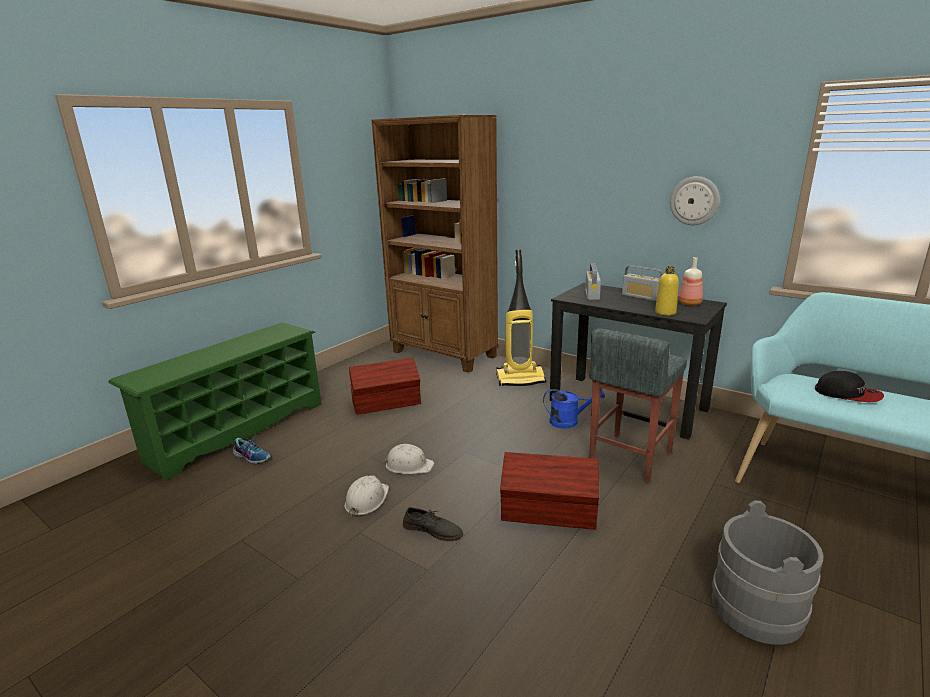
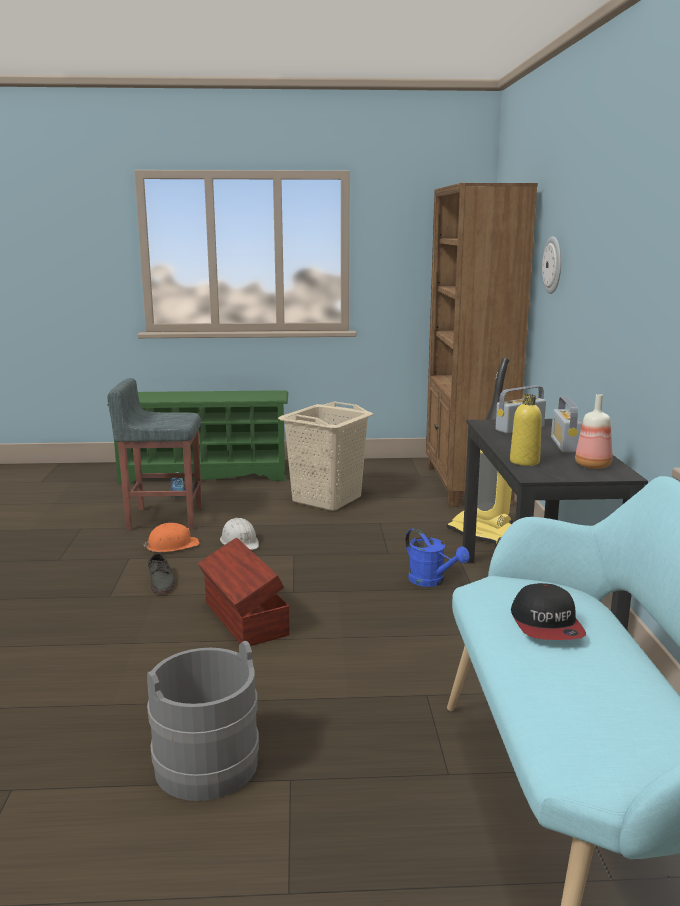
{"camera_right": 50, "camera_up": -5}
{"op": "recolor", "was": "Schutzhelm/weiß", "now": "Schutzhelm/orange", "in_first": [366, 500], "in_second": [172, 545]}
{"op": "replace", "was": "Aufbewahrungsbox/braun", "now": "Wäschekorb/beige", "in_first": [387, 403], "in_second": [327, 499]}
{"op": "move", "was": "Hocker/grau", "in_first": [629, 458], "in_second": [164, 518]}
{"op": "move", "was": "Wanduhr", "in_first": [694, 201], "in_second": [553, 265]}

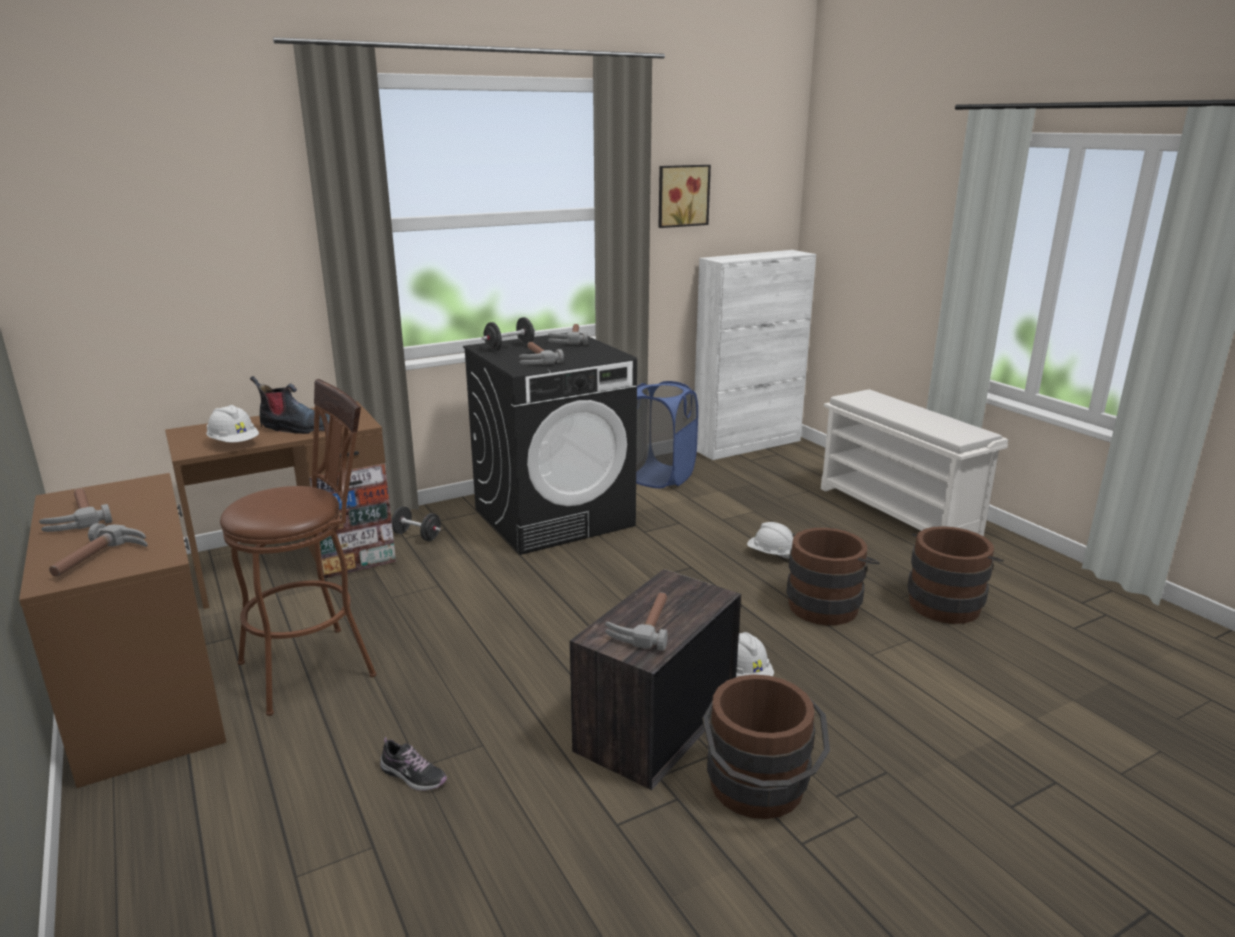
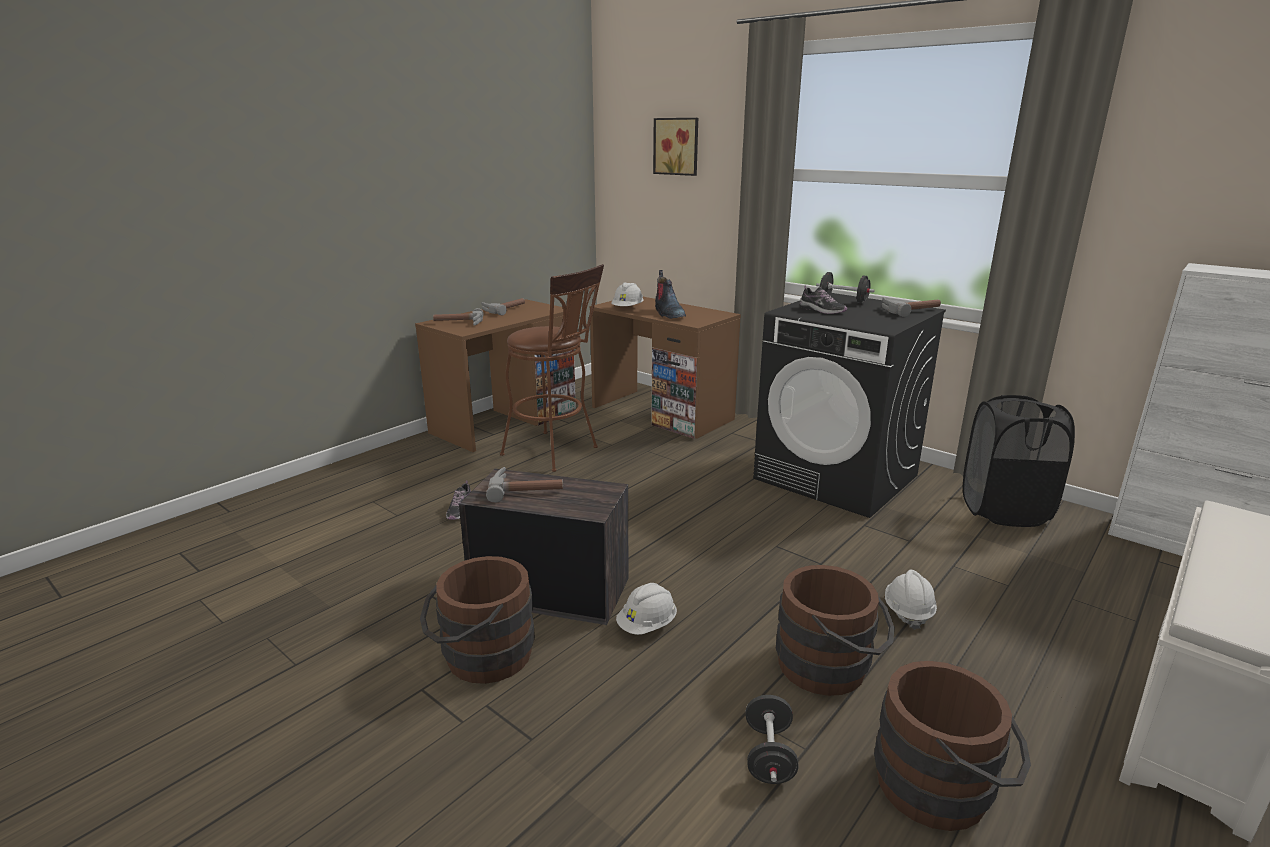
{"camera_right": 70, "camera_up": 0}
{"op": "move", "was": "Hantel/schwarz", "in_first": [417, 536], "in_second": [769, 756]}
{"op": "replace", "was": "Hammer", "now": "Schuh", "in_first": [533, 359], "in_second": [822, 310]}
{"op": "recolor", "was": "Wäschekorb/blau", "now": "Wäschekorb/schwarz", "in_first": [660, 477], "in_second": [1004, 510]}
{"op": "move", "was": "Bild", "in_first": [682, 195], "in_second": [677, 146]}

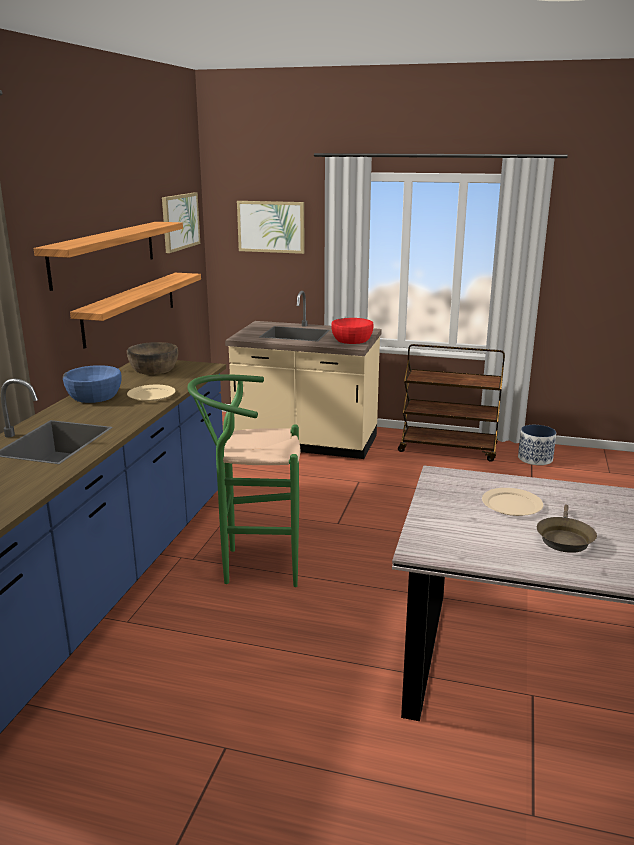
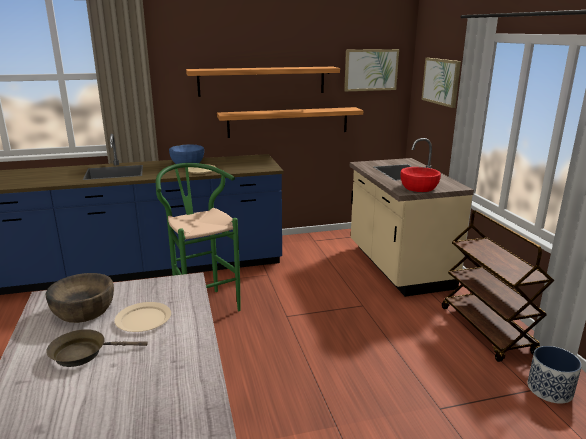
{"camera_right": 60, "camera_up": 0}
{"op": "move", "was": "Schüssel/braun", "in_first": [154, 369], "in_second": [83, 310]}

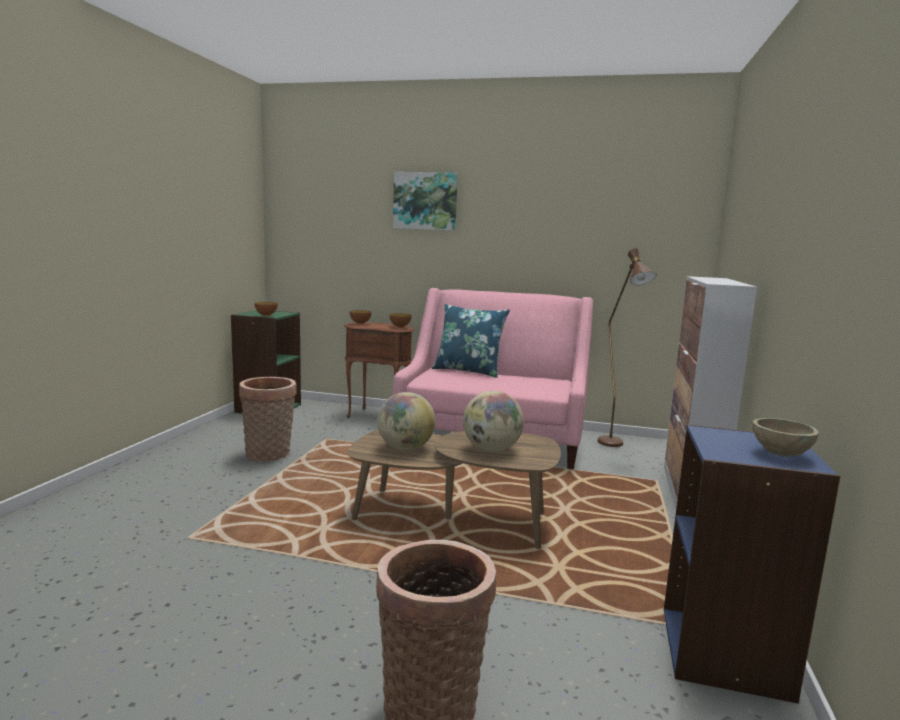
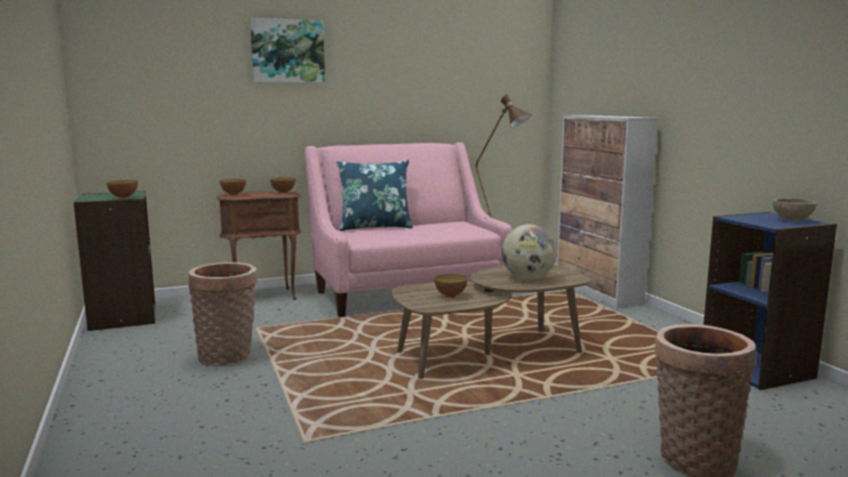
{"camera_right": -35, "camera_up": 0}
{"op": "replace", "was": "Globus", "now": "Schüssel", "in_first": [405, 448], "in_second": [450, 296]}

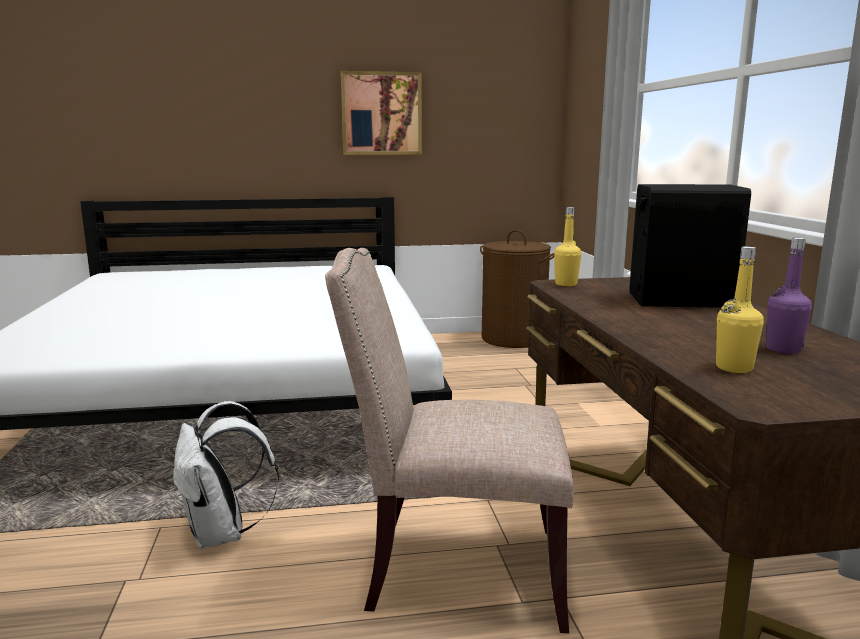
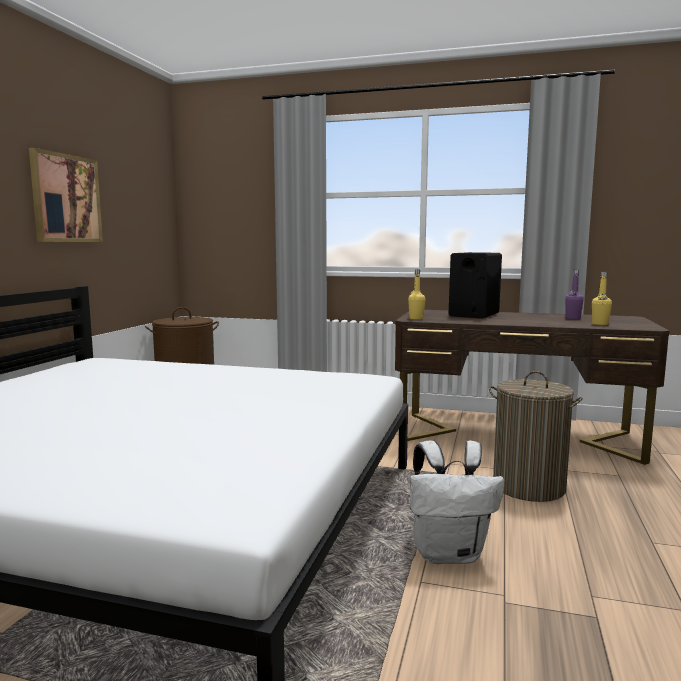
{"camera_right": -65, "camera_up": -5}
{"op": "replace", "was": "Stuhl/beige", "now": "Wäschekorb", "in_first": [455, 571], "in_second": [528, 486]}

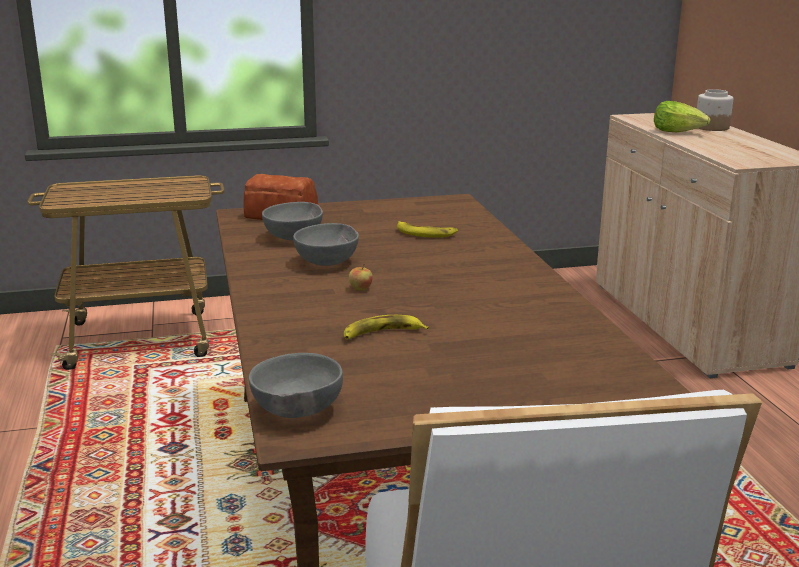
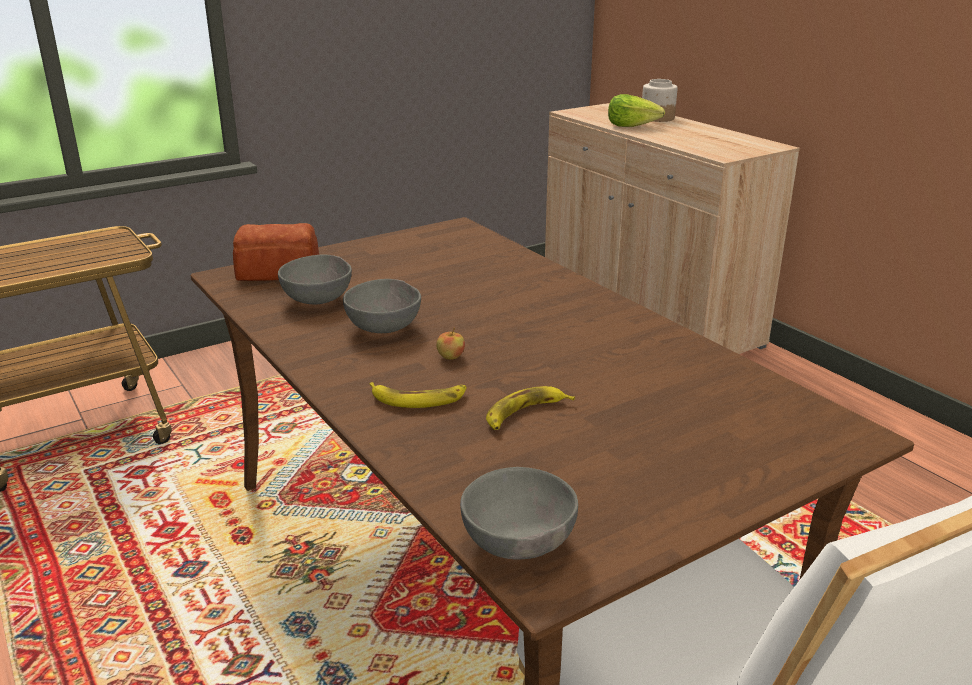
{"camera_right": -20, "camera_up": 5}
{"op": "move", "was": "Banane", "in_first": [425, 233], "in_second": [418, 399]}

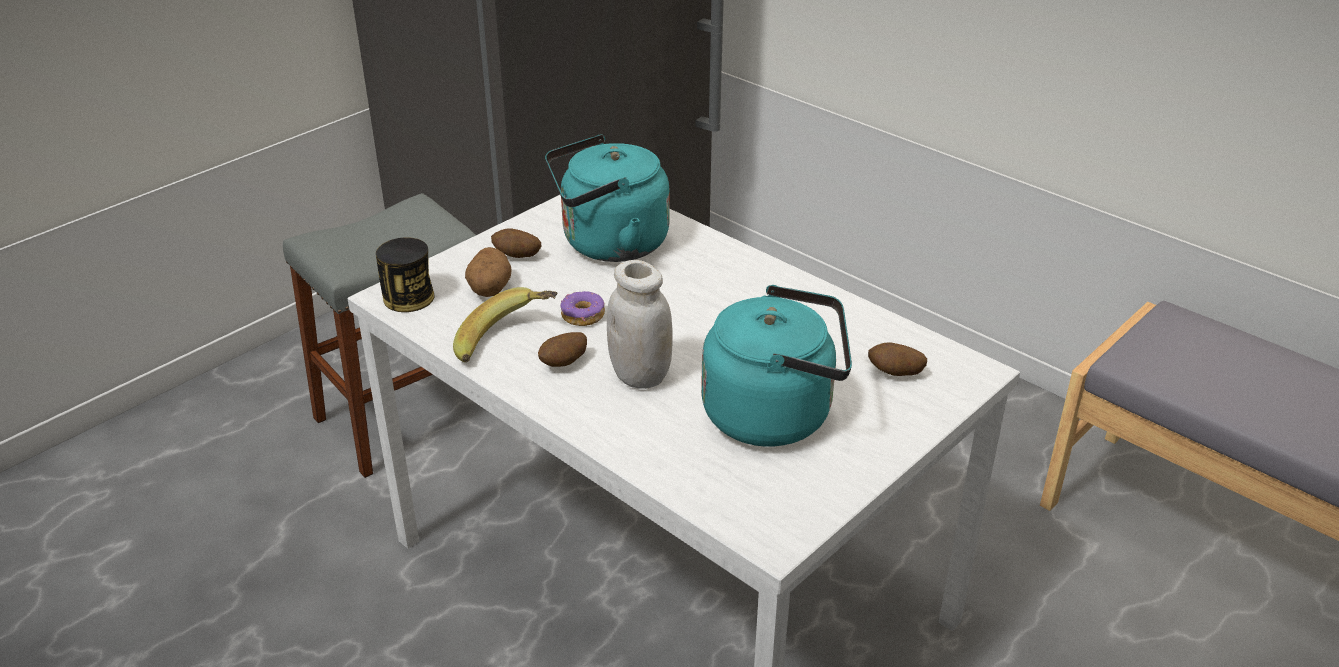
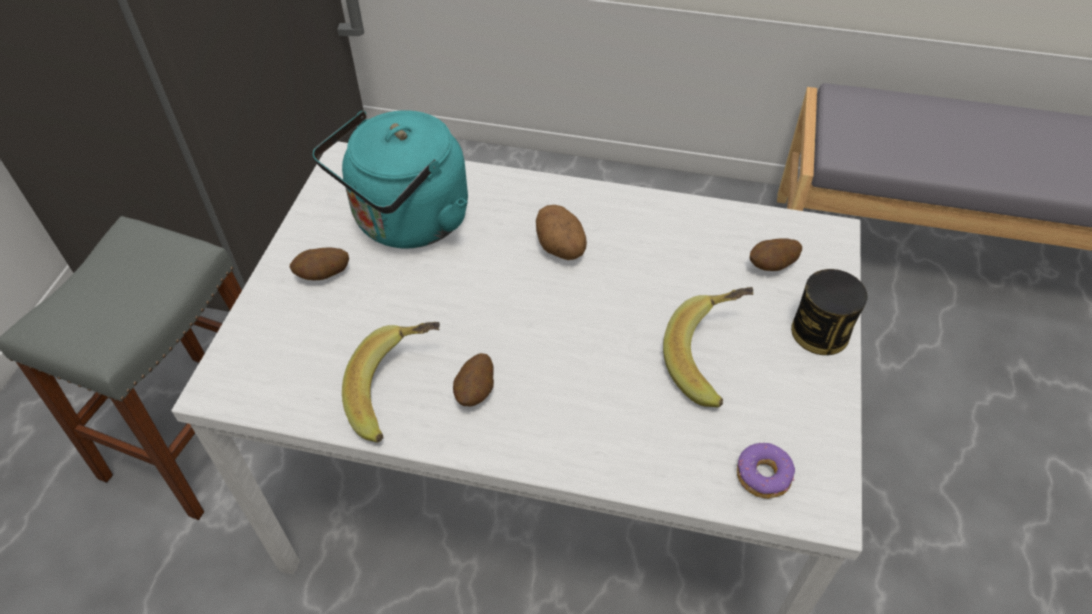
{"camera_right": -30, "camera_up": 15}
{"op": "move", "was": "Dose", "in_first": [408, 298], "in_second": [820, 332]}
{"op": "move", "was": "Kartoffel", "in_first": [489, 290], "in_second": [561, 248]}
{"op": "move", "was": "Donut", "in_first": [583, 316], "in_second": [763, 476]}
{"op": "delete", "was": "Vorratsglas/weiß", "in_first": [640, 375]}
{"op": "replace", "was": "Wasserkessel/türkis", "now": "Banane", "in_first": [775, 414], "in_second": [712, 359]}

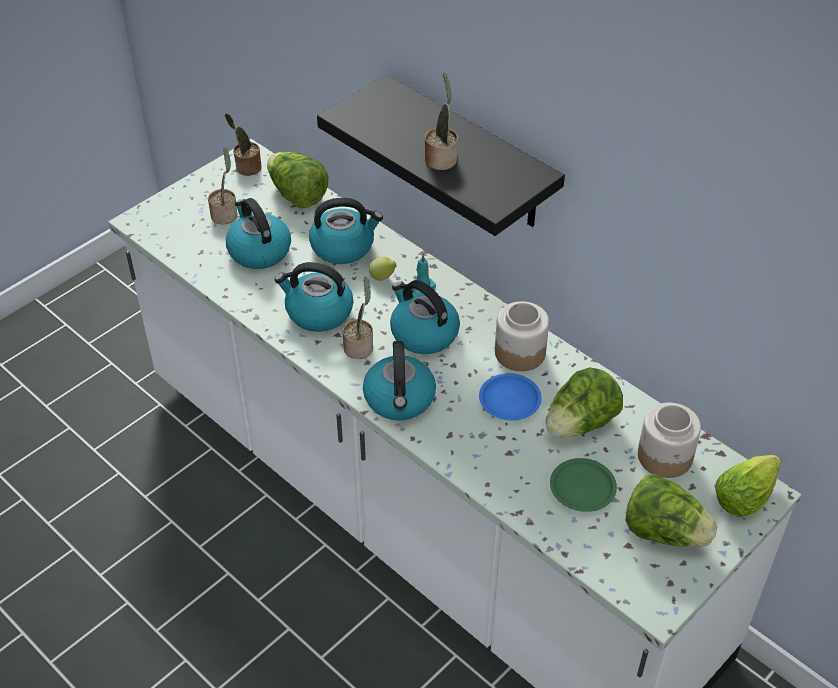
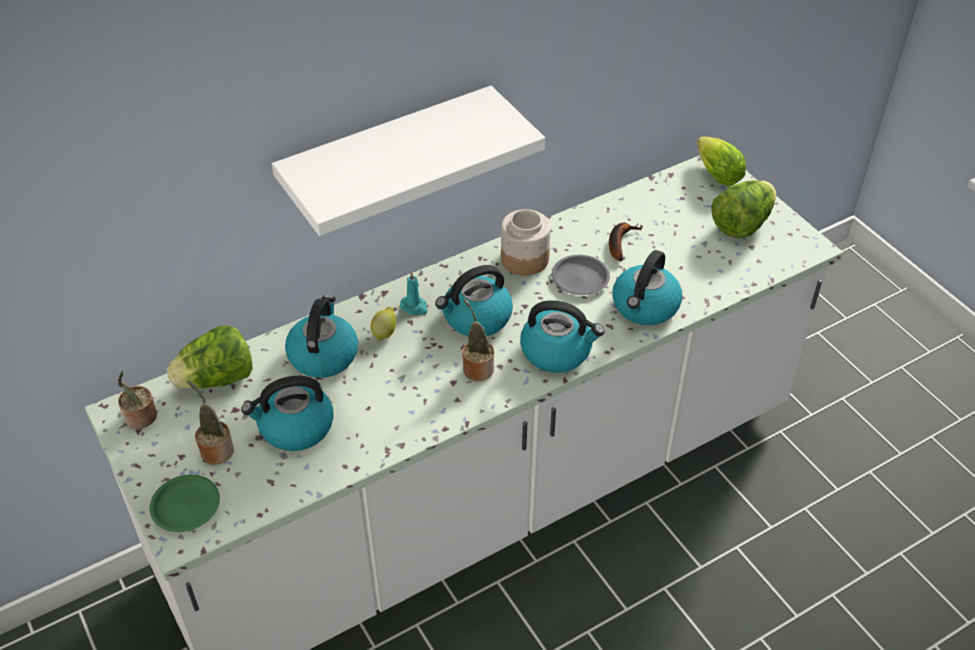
{"camera_right": -75, "camera_up": 0}
{"op": "move", "was": "Wasserkessel", "in_first": [318, 312], "in_second": [645, 307]}
{"op": "recolor", "was": "Wandregal/schwarz", "now": "Wandregal/weiß", "in_first": [470, 155], "in_second": [388, 156]}
{"op": "delete", "was": "Topfpflanze", "in_first": [441, 158]}
{"op": "recolor", "was": "Teller/blau", "now": "Teller/grau", "in_first": [509, 400], "in_second": [580, 279]}
{"op": "replace", "was": "Salatkopf", "now": "Banane", "in_first": [580, 424], "in_second": [619, 242]}
{"op": "move", "was": "Teller/grün", "in_first": [583, 488], "in_second": [186, 506]}
{"op": "delete", "was": "Vorratsglas", "in_first": [665, 457]}

